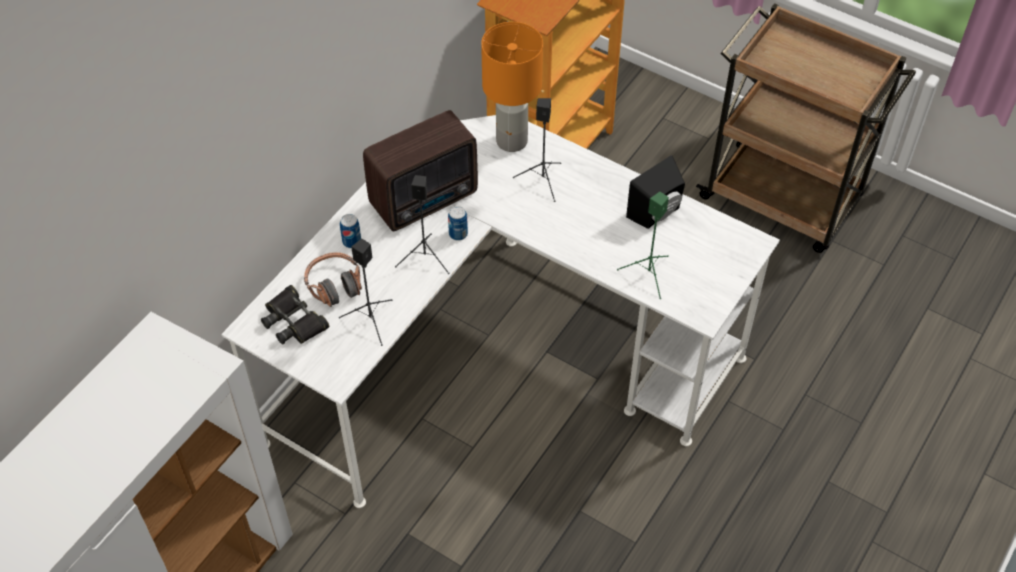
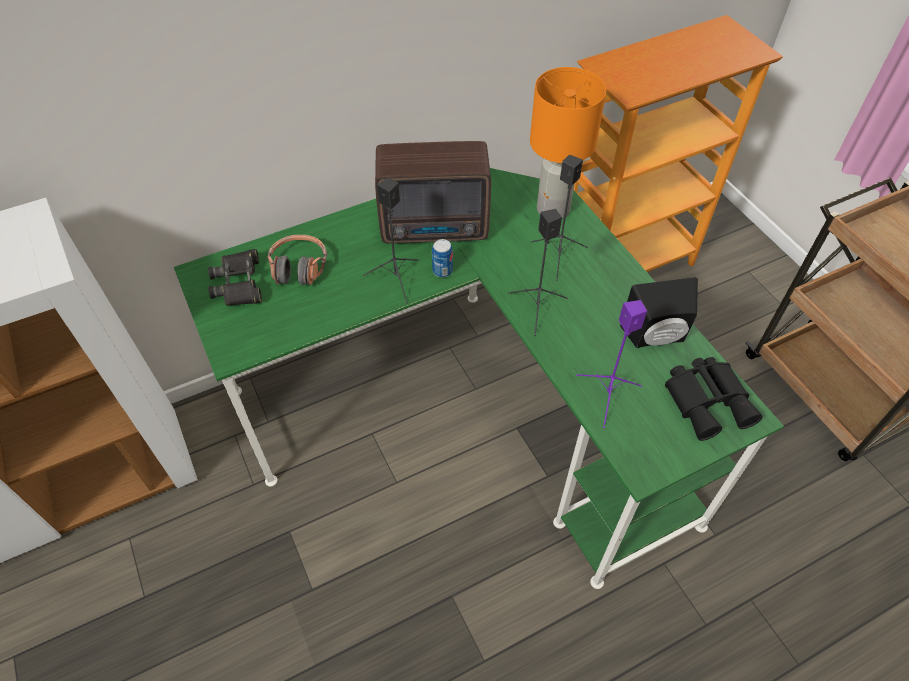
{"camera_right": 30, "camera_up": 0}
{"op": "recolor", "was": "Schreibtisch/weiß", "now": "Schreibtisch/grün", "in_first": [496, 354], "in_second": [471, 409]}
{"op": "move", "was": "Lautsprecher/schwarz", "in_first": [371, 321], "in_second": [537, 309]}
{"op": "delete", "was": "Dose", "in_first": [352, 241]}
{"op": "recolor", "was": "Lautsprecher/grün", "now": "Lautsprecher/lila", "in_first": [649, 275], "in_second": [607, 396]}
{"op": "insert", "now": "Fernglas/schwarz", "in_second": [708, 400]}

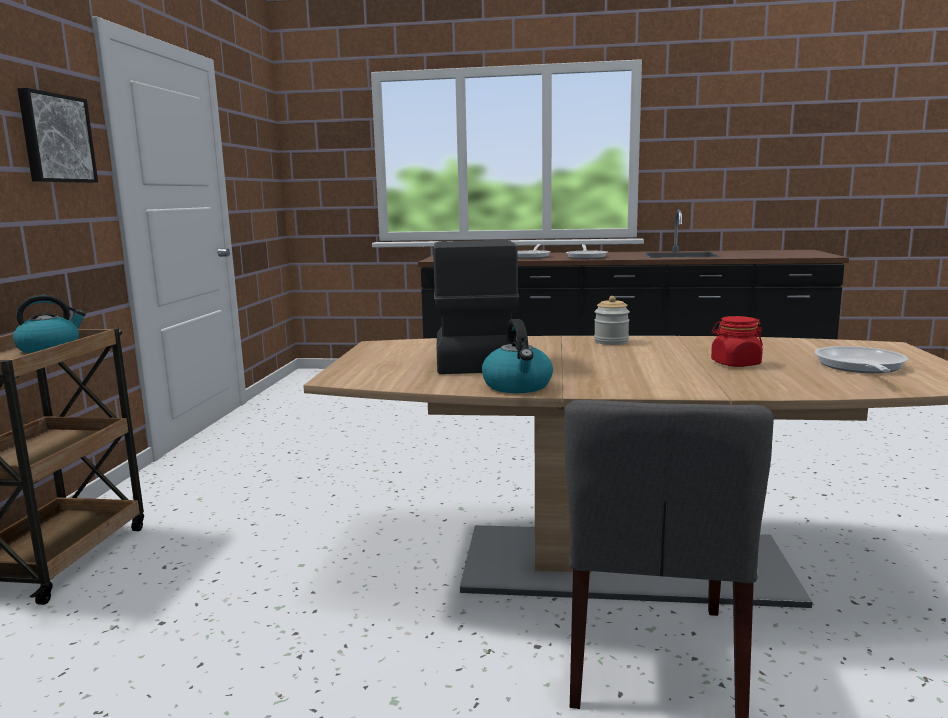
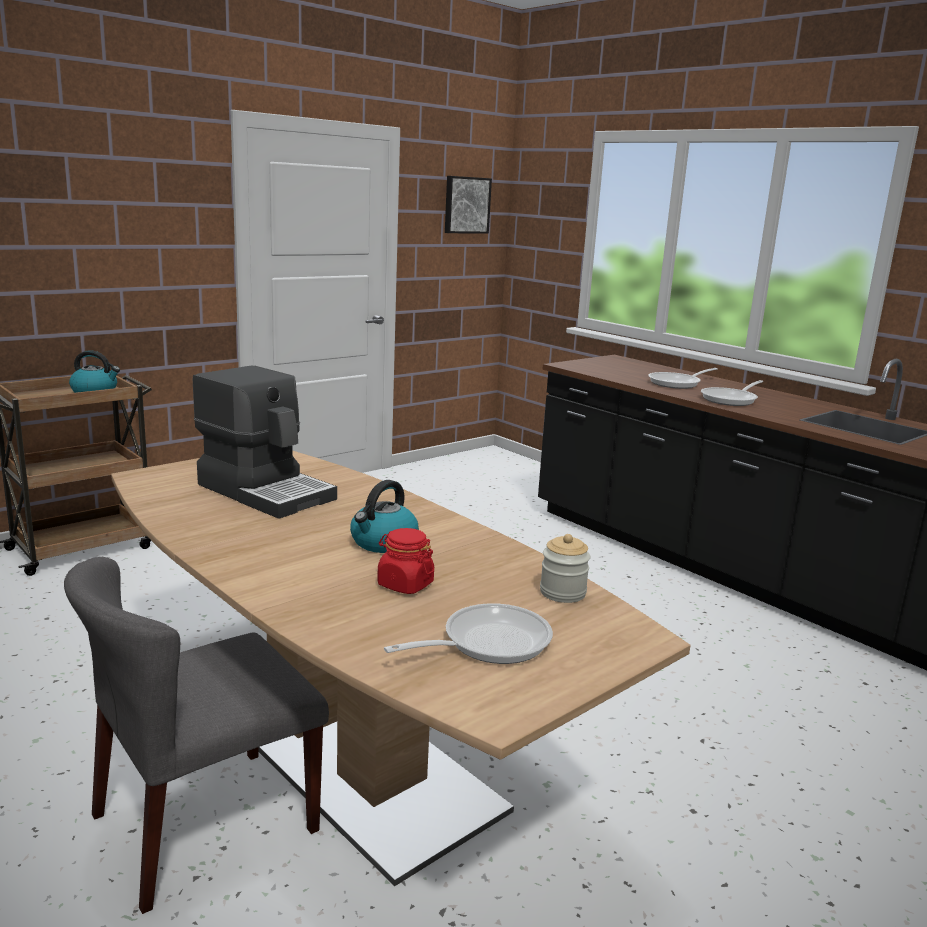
{"camera_right": 40, "camera_up": 5}
{"op": "move", "was": "Bild", "in_first": [55, 138], "in_second": [466, 205]}
{"op": "rotate", "was": "Kaffeemaschine", "in_first": [473, 358], "in_second": [266, 491], "clockwise": 90}
{"op": "move", "was": "Wasserkessel", "in_first": [518, 386], "in_second": [383, 543]}
{"op": "move", "was": "Vorratsglas", "in_first": [611, 342], "in_second": [562, 593]}

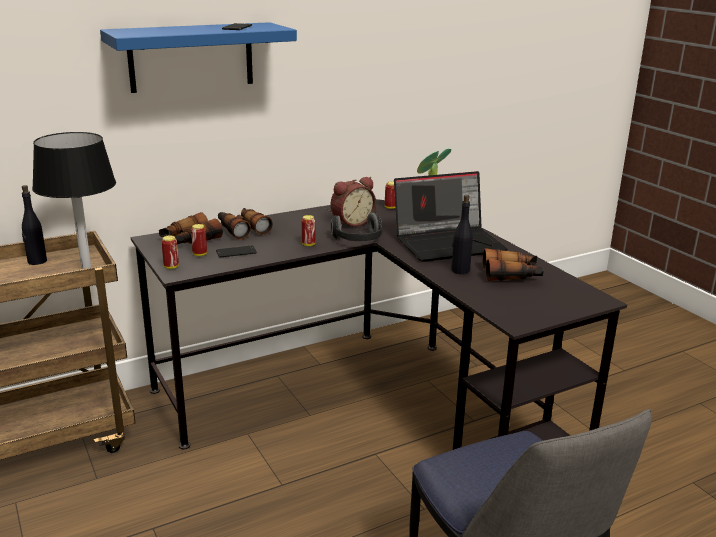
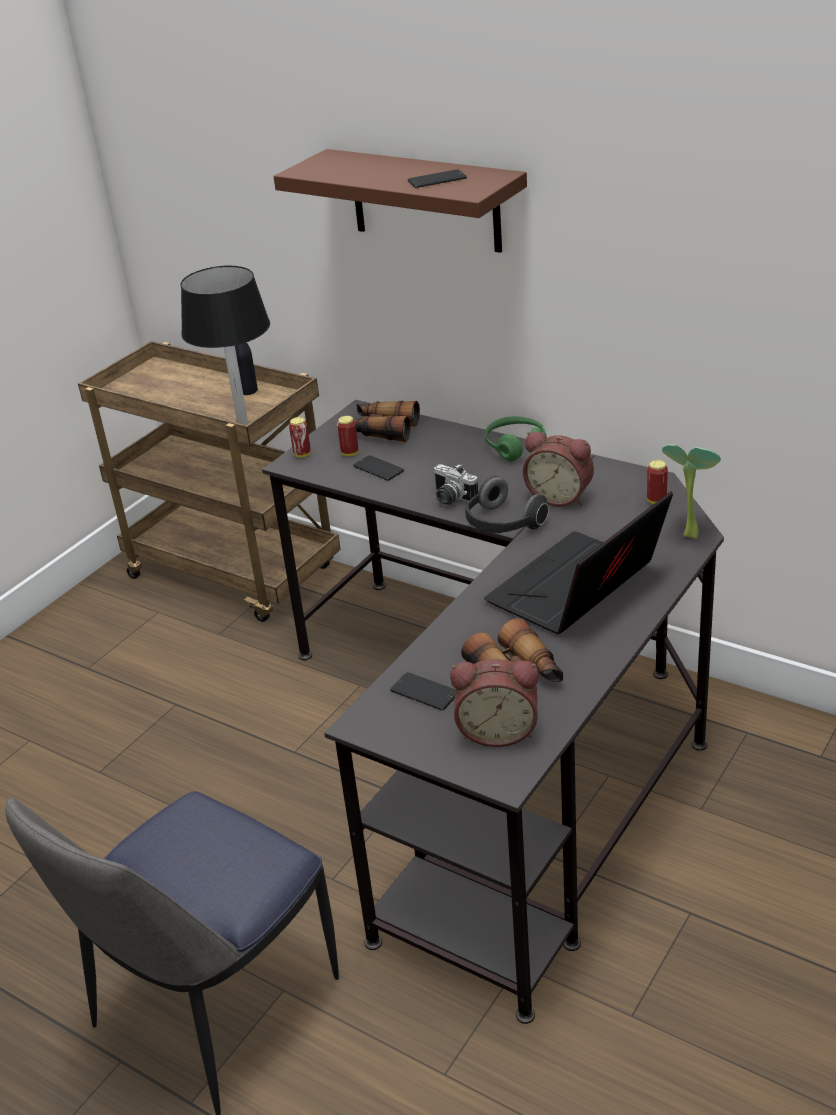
{"camera_right": 65, "camera_up": 10}
{"op": "recolor", "was": "Wandregal/blau", "now": "Wandregal/braun", "in_first": [191, 57], "in_second": [425, 200]}
{"op": "delete", "was": "Fernglas", "in_first": [242, 229]}
{"op": "replace", "was": "Dose", "now": "Kamera", "in_first": [308, 244], "in_second": [450, 499]}
{"op": "rotate", "was": "Laptop", "in_first": [449, 243], "in_second": [577, 590], "clockwise": 90}
{"op": "delete", "was": "Flasche/schwarz", "in_first": [460, 270]}
{"op": "insert", "now": "Handy", "in_second": [424, 692]}
{"op": "insert", "now": "Wecker", "in_second": [498, 730]}
{"op": "insert", "now": "Kopfhörer/grün", "in_second": [516, 447]}

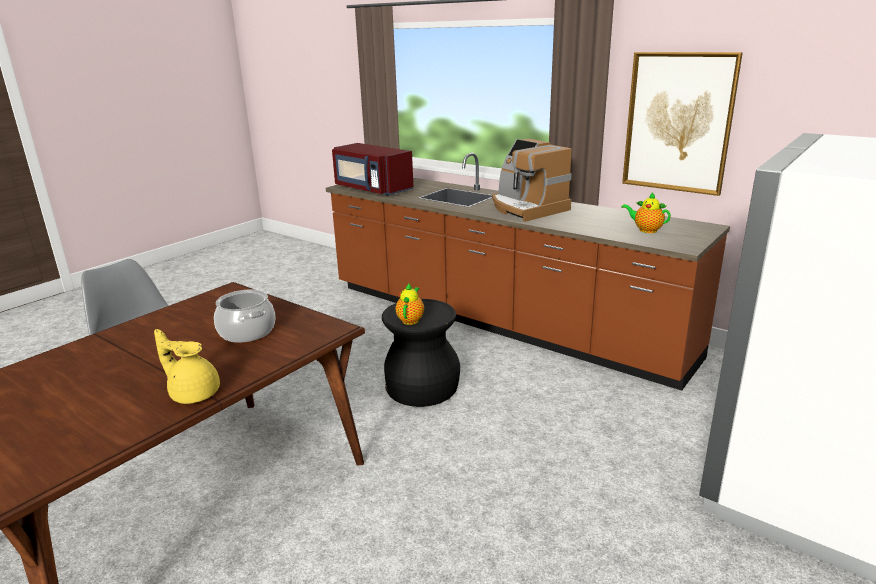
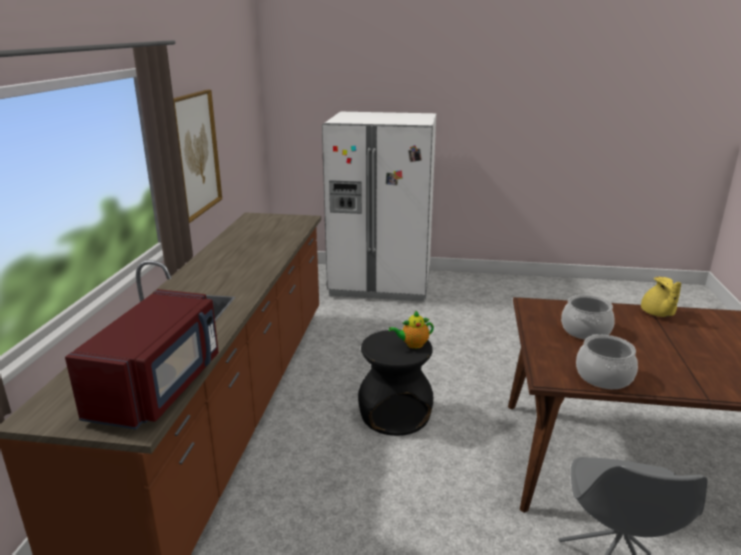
{"camera_right": -120, "camera_up": 0}
{"op": "delete", "was": "Kaffeemaschine", "in_first": [526, 208]}
{"op": "delete", "was": "Teekanne", "in_first": [645, 230]}
{"op": "insert", "now": "Kochtopf", "in_second": [603, 376]}

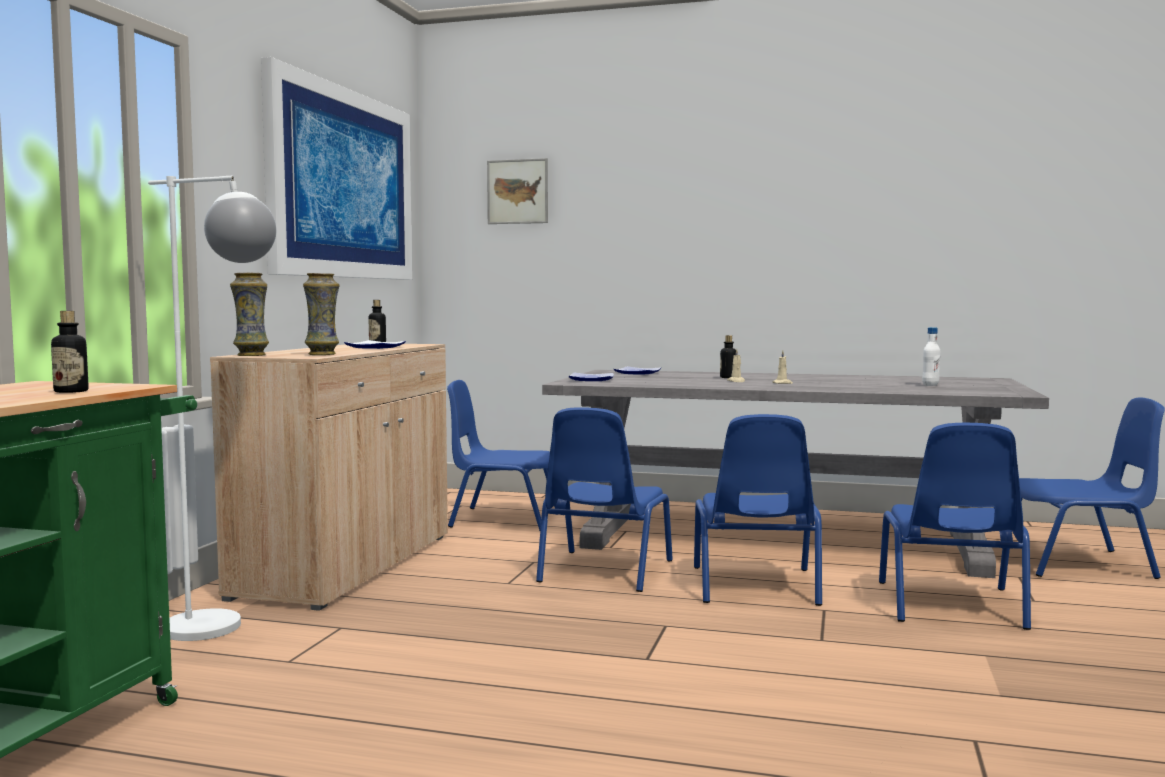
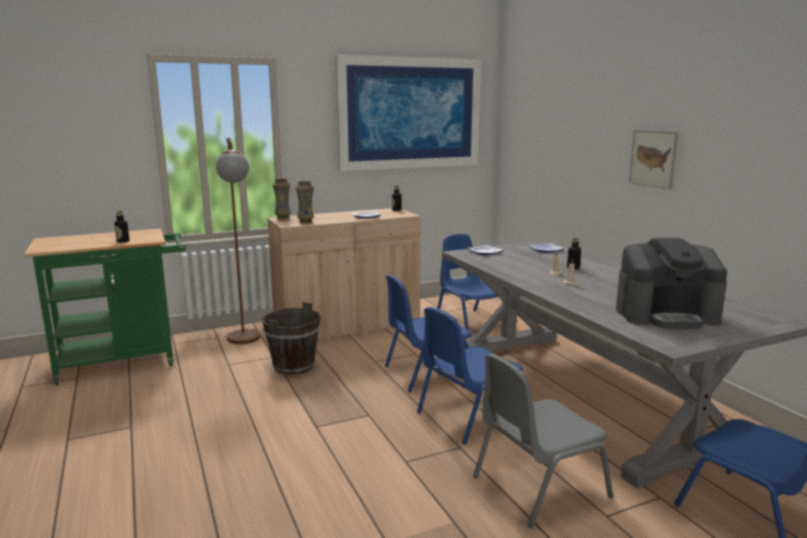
{"camera_right": 50, "camera_up": 10}
{"op": "recolor", "was": "Stehlampe/weiß", "now": "Stehlampe/braun", "in_first": [223, 631], "in_second": [245, 342]}
{"op": "move", "was": "Bild", "in_first": [517, 191], "in_second": [653, 158]}
{"op": "recolor", "was": "Stuhl/blau", "now": "Stuhl/grau", "in_first": [951, 606], "in_second": [537, 486]}
{"op": "replace", "was": "Flasche/weiß", "now": "Kaffeemaschine", "in_first": [930, 385], "in_second": [666, 314]}
{"op": "insert", "now": "Eimer/braun", "in_second": [294, 366]}

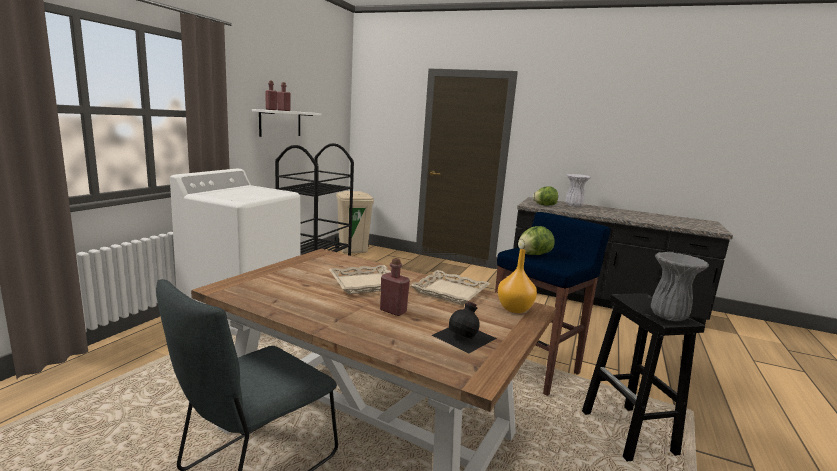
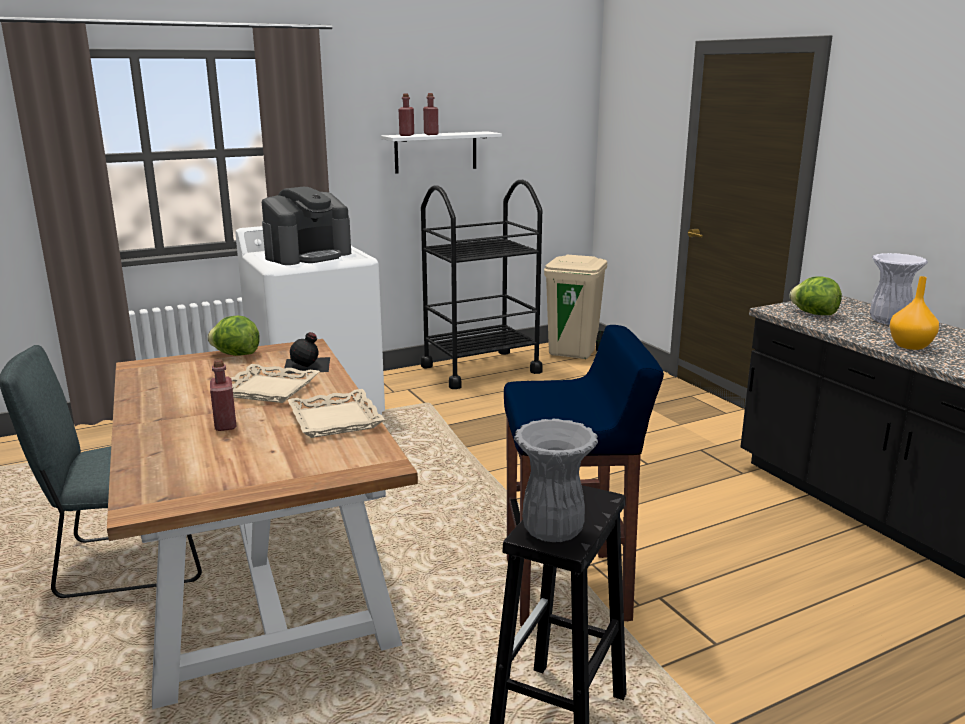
{"camera_right": 40, "camera_up": 5}
{"op": "move", "was": "Flasche/schwarz", "in_first": [465, 336], "in_second": [307, 365]}
{"op": "move", "was": "Vase/orange", "in_first": [514, 309], "in_second": [909, 346]}
{"op": "move", "was": "Salatkopf", "in_first": [533, 255], "in_second": [236, 354]}
{"op": "insert", "now": "Kaffeemaschine", "in_second": [308, 255]}

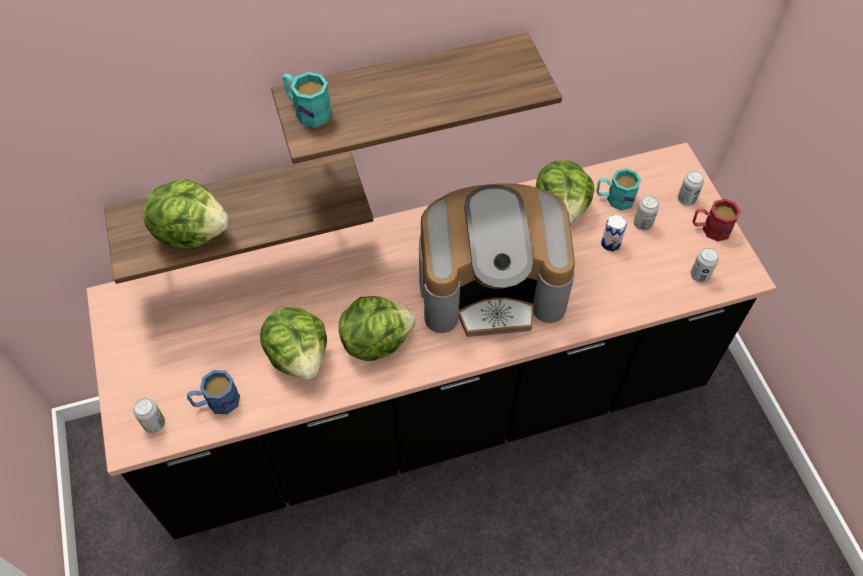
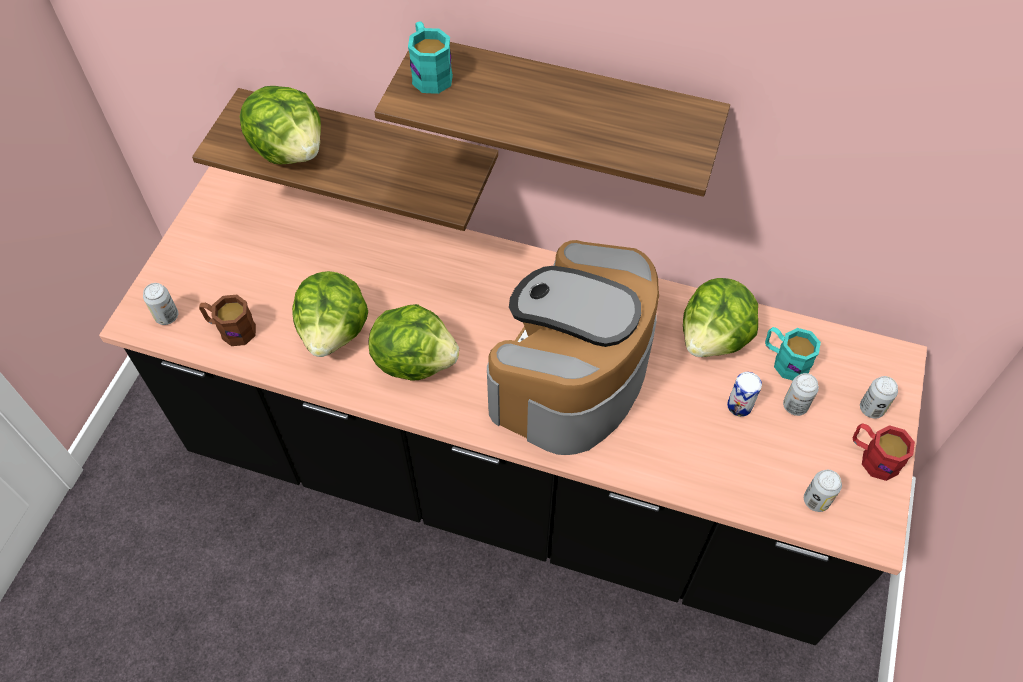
{"camera_right": 35, "camera_up": 0}
{"op": "recolor", "was": "Henkelbecher/blau", "now": "Henkelbecher/braun", "in_first": [216, 402], "in_second": [231, 329]}
{"op": "rotate", "was": "Kaffeemaschine", "in_first": [492, 287], "in_second": [572, 376], "clockwise": 90}

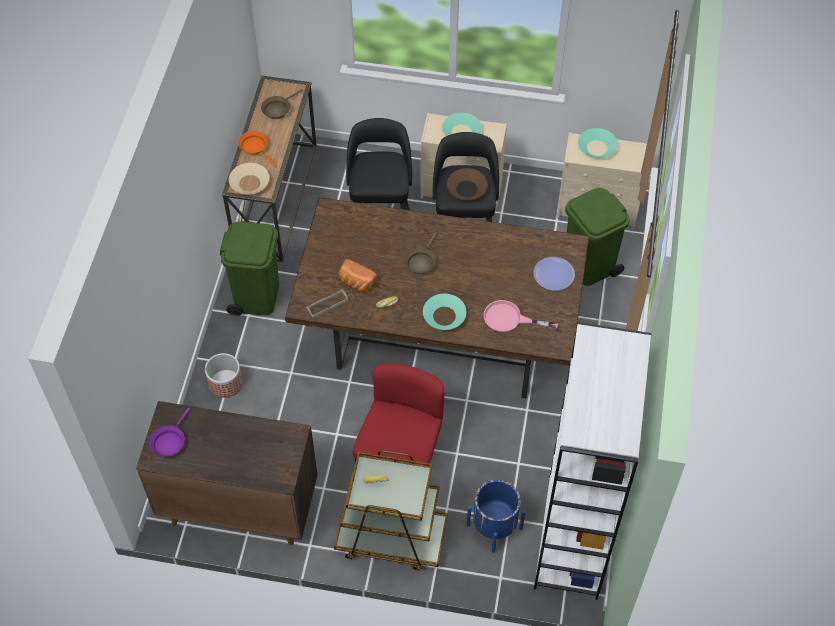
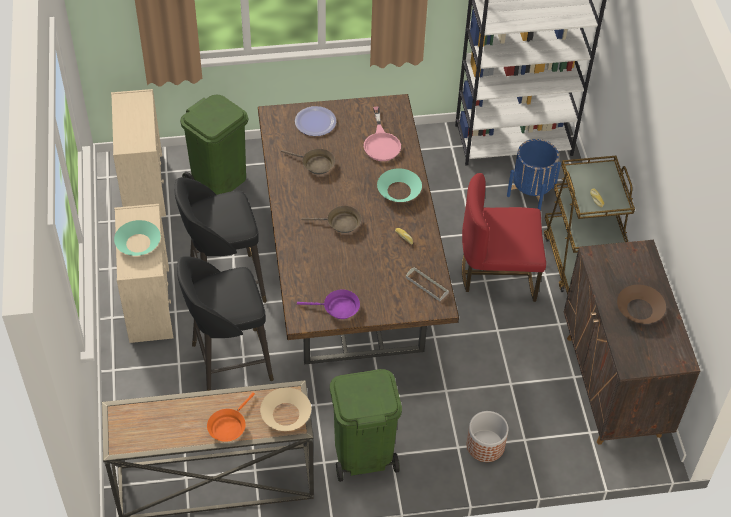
{"camera_right": -110, "camera_up": -5}
{"op": "move", "was": "Pfanne/lila", "in_first": [169, 441], "in_second": [338, 308]}
{"op": "move", "was": "Pfanne/braun", "in_first": [278, 109], "in_second": [315, 164]}
{"op": "delete", "was": "Brot", "in_first": [356, 283]}
{"op": "move", "was": "Schüssel/braun", "in_first": [466, 188], "in_second": [640, 309]}
{"op": "delete", "was": "Schüssel/türkis", "in_first": [597, 148]}

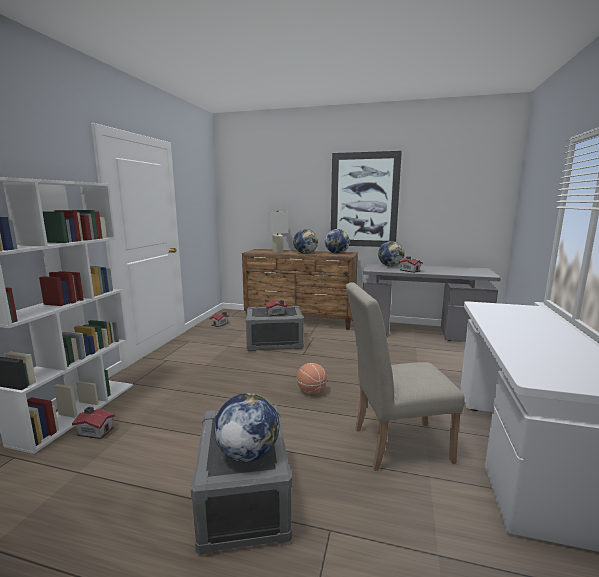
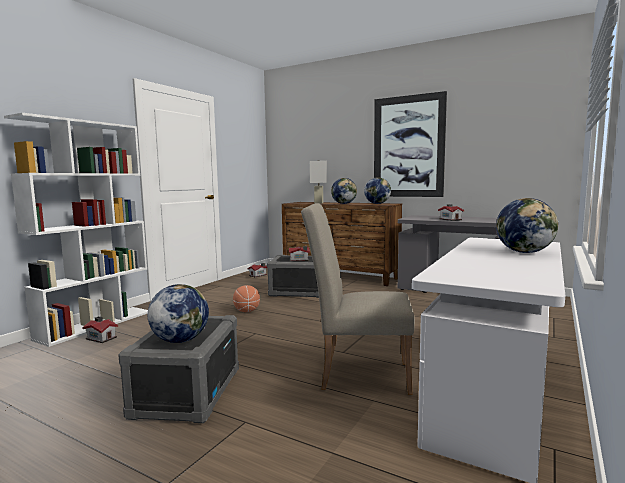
{"camera_right": 15, "camera_up": -5}
{"op": "move", "was": "Basketball", "in_first": [311, 391], "in_second": [247, 311]}
{"op": "move", "was": "Globus", "in_first": [390, 266], "in_second": [525, 252]}

